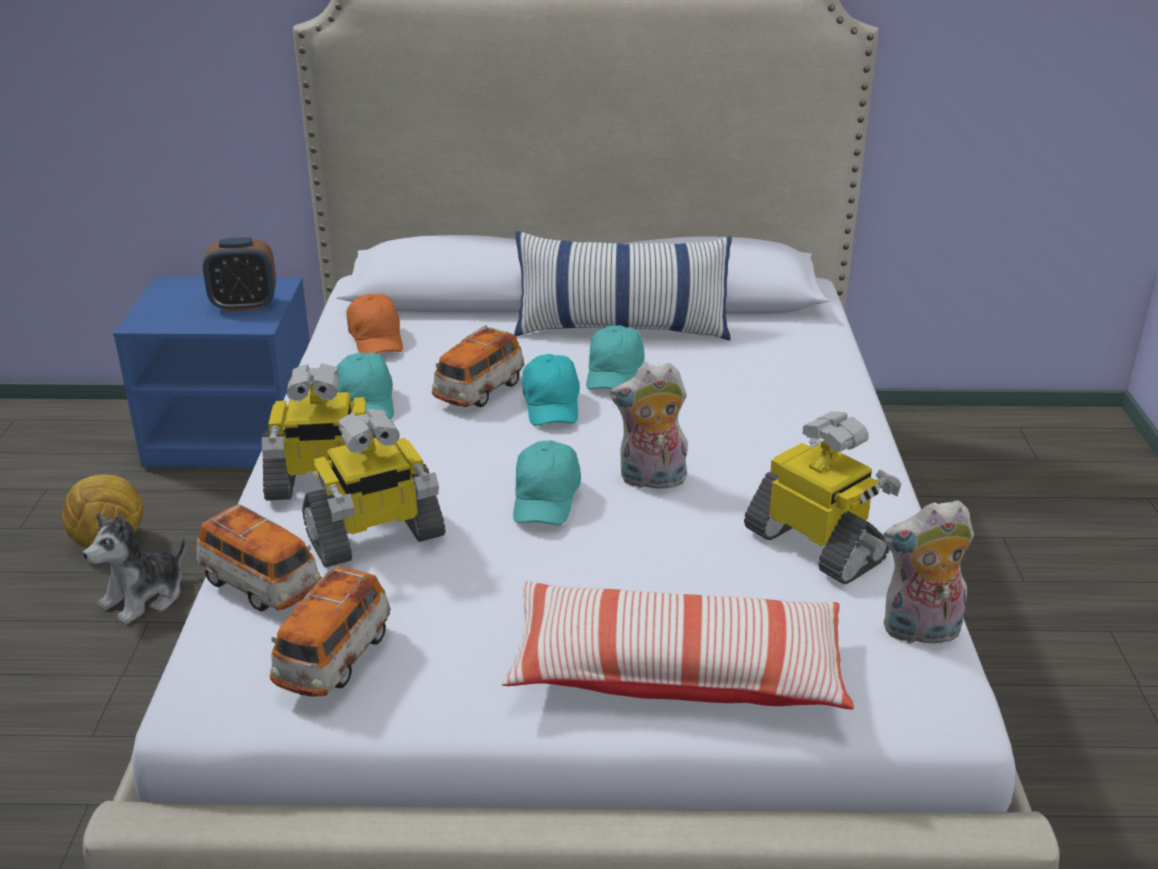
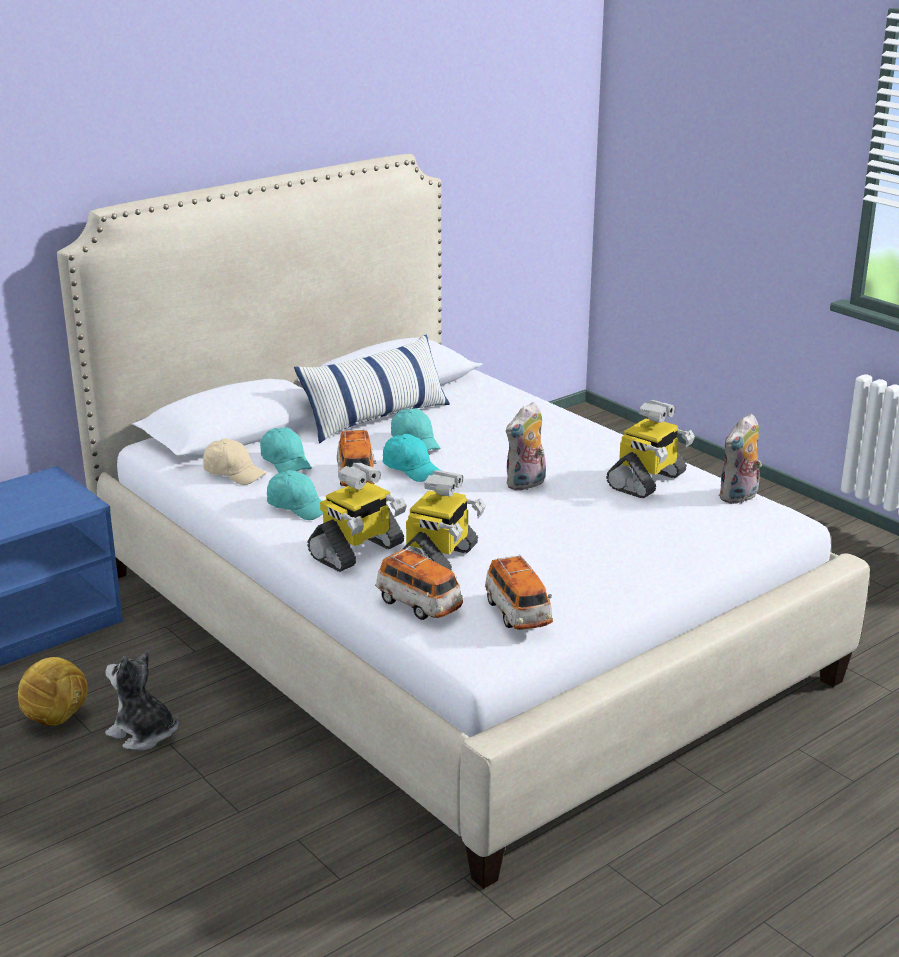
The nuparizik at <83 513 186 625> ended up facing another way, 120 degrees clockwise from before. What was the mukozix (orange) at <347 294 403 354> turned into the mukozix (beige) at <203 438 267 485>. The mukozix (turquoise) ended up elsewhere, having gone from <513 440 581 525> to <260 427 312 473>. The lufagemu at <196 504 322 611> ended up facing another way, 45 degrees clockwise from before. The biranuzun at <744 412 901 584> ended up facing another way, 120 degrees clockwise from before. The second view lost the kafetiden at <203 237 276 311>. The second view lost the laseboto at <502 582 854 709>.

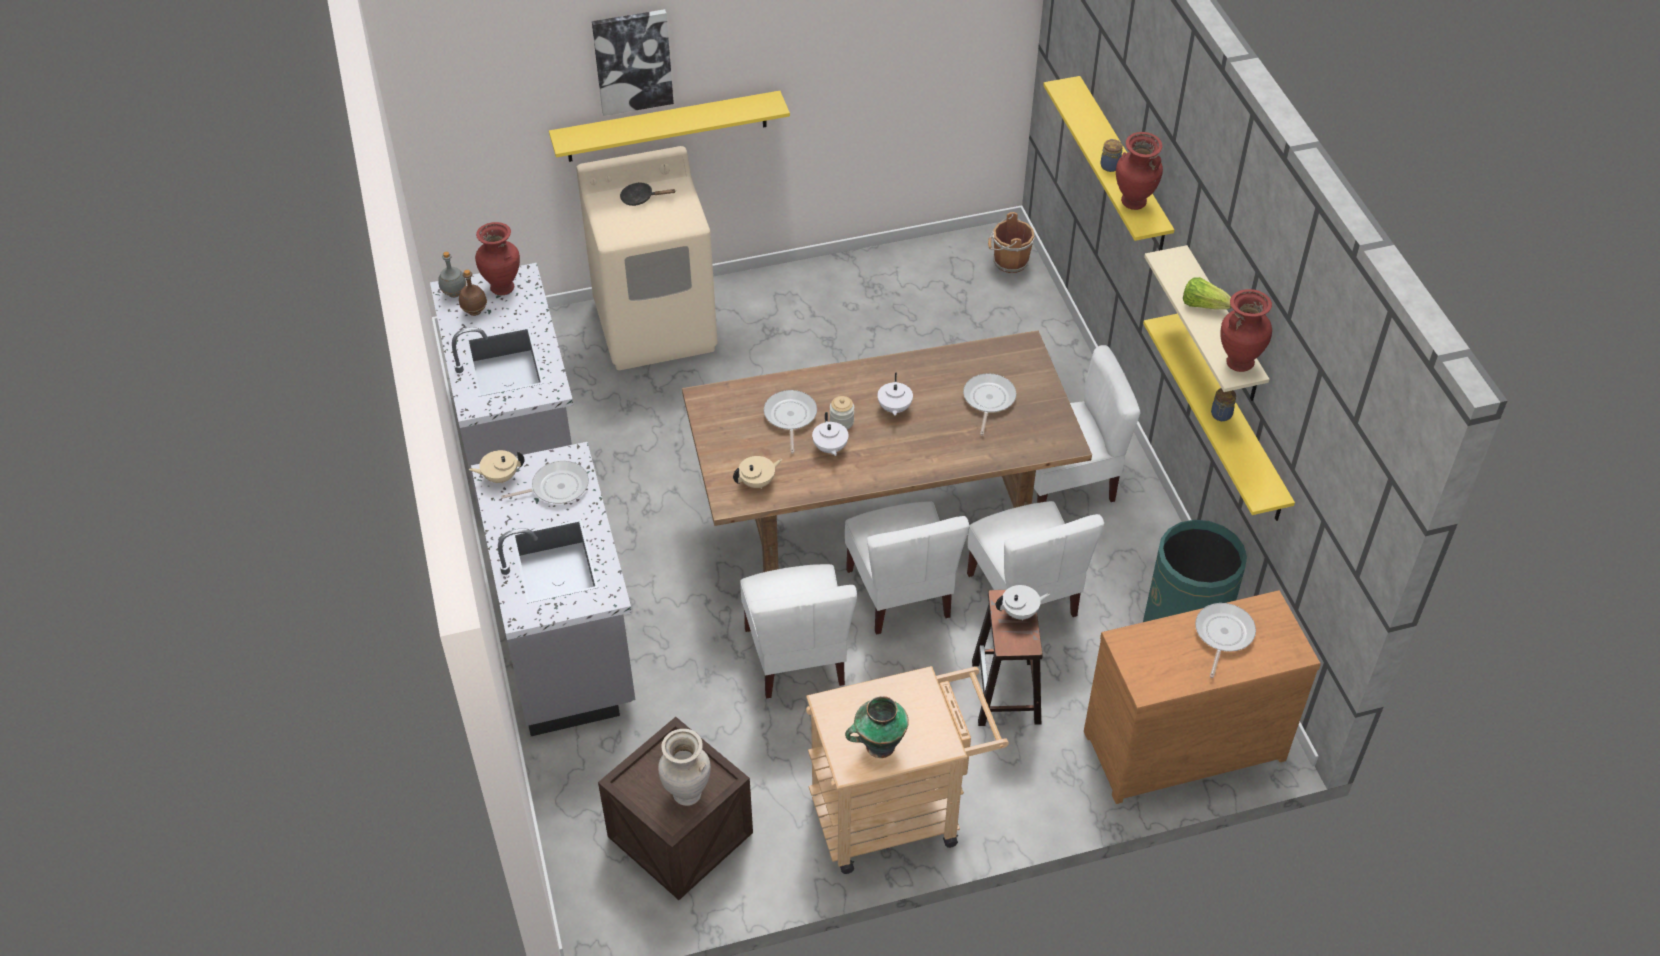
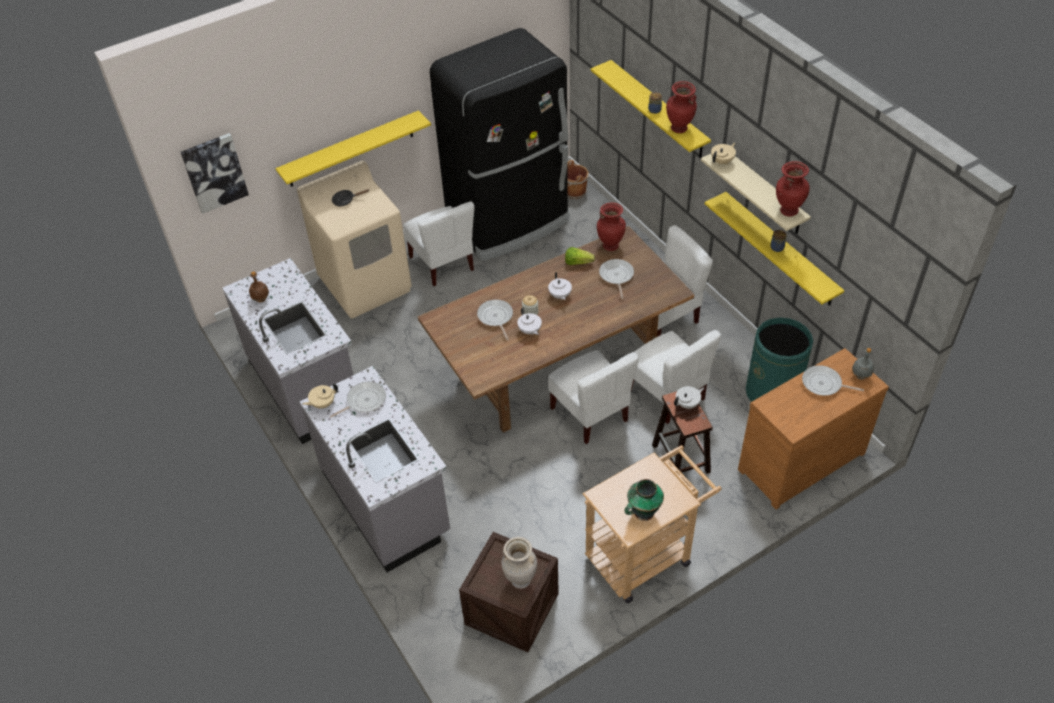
The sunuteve ended up elsewhere, having gone from <592 9 674 116> to <181 133 249 214>. The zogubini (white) ended up elsewhere, having gone from <740 564 857 699> to <403 201 474 286>. The second view gained the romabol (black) at <430 28 569 261>. The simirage ended up elsewhere, having gone from <1183 277 1231 309> to <565 247 595 265>. The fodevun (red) ended up elsewhere, having gone from <475 222 520 295> to <597 202 626 251>. The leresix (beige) ended up elsewhere, having gone from <733 456 782 489> to <711 143 736 165>. The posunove at <1195 603 1256 678> ended up facing another way, 75 degrees counterclockwise from before. The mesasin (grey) ended up elsewhere, having gone from <438 251 466 298> to <852 348 874 380>.

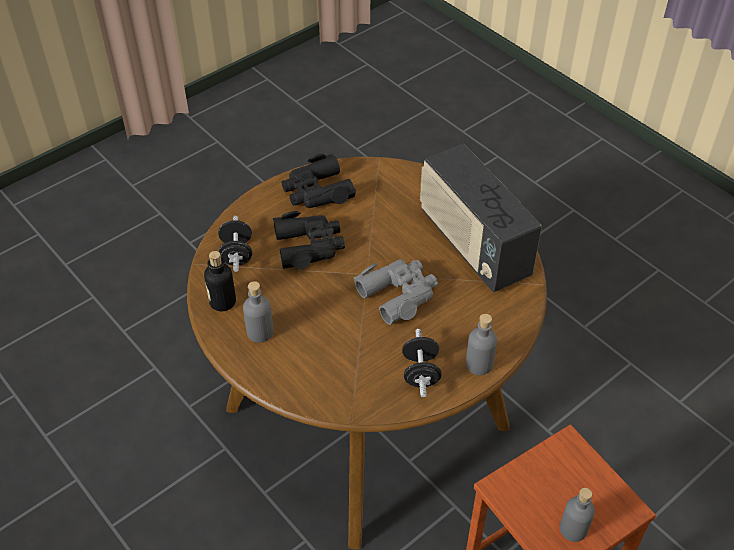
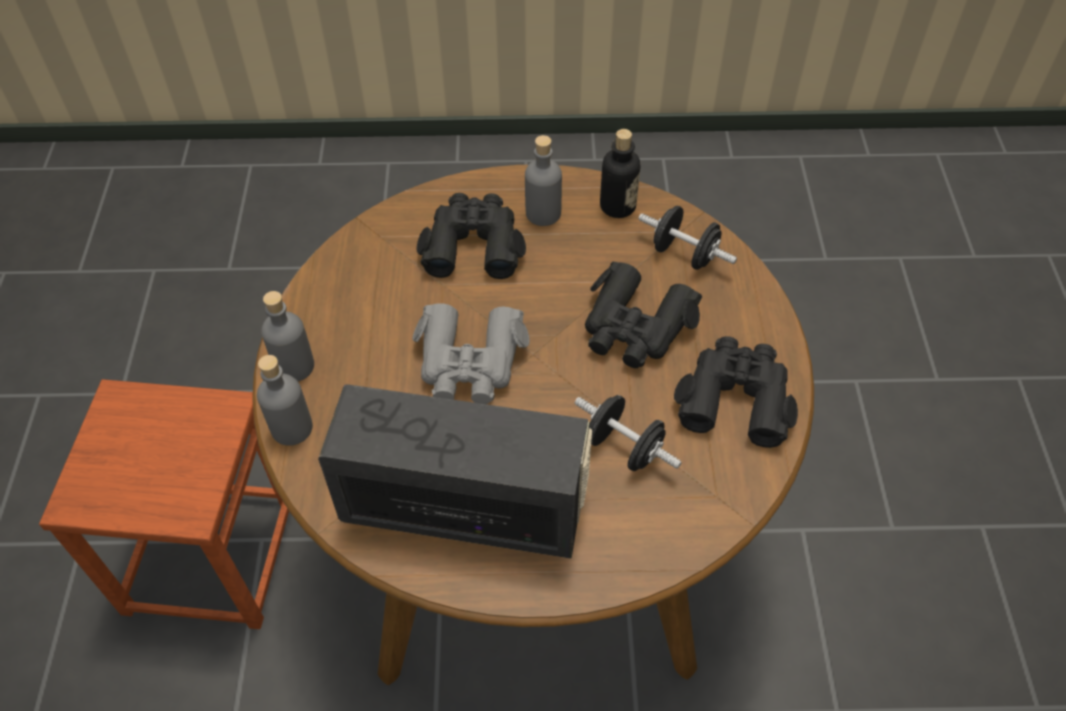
The mesasin (grey) ended up elsewhere, having gone from <560 488 595 542> to <257 355 313 446>. The second view gained the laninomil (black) at <417 193 526 279>. The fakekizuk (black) ended up elsewhere, having gone from <402 329 442 397> to <575 395 682 471>.

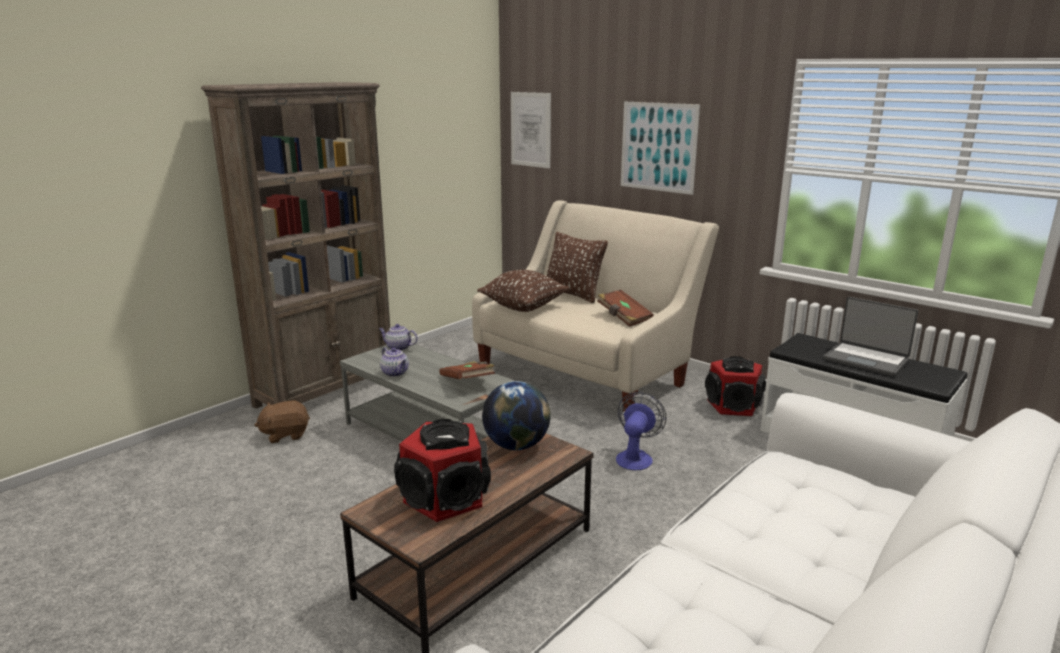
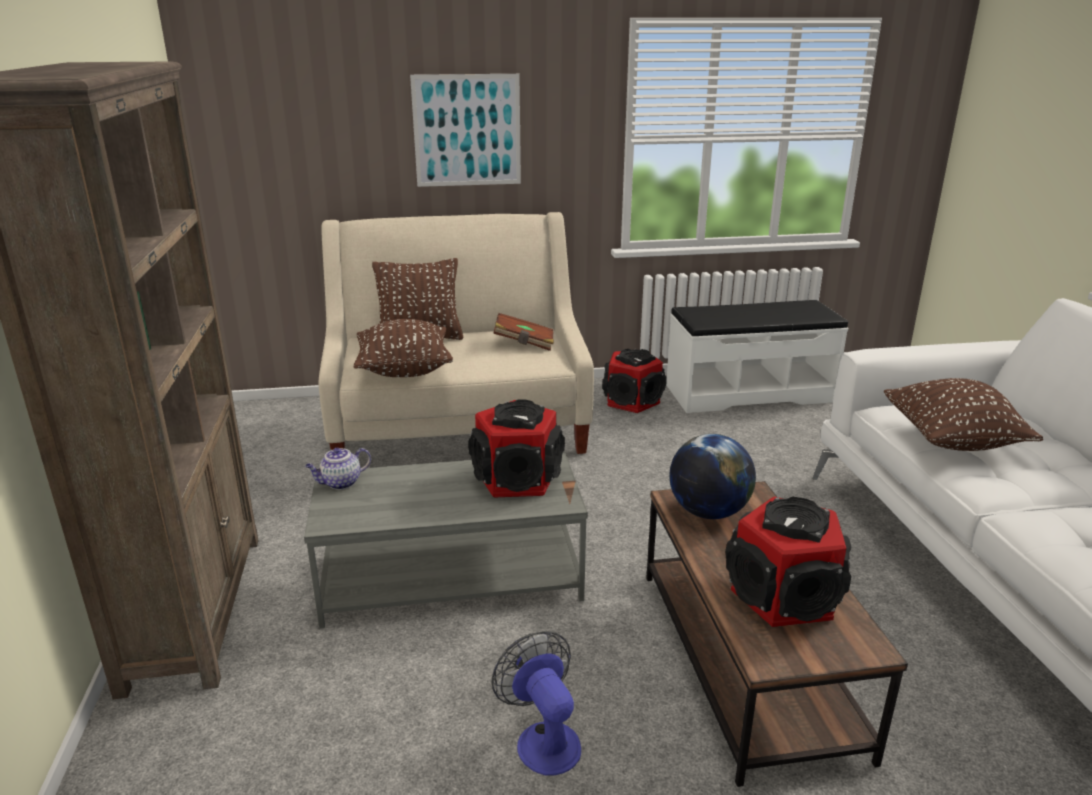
Where the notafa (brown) stood at <439 361 495 379>, the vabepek came to stand at <468 400 565 497>. The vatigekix ended up elsewhere, having gone from <616 392 666 470> to <492 631 581 776>. The second view gained the laseboto (brown) at <884 378 1043 451>. The second view lost the nuparizik (brown) at <254 400 310 443>. The second view lost the leresix at <380 347 409 377>. The second view lost the sunuteve at <511 92 551 168>. The second view lost the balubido at <823 297 918 377>.

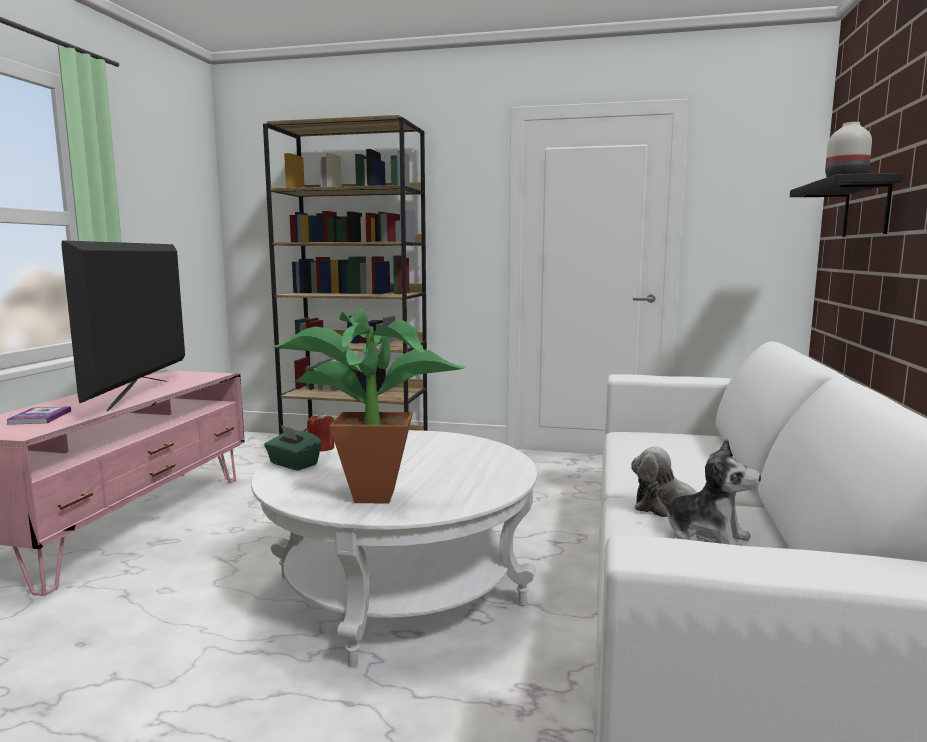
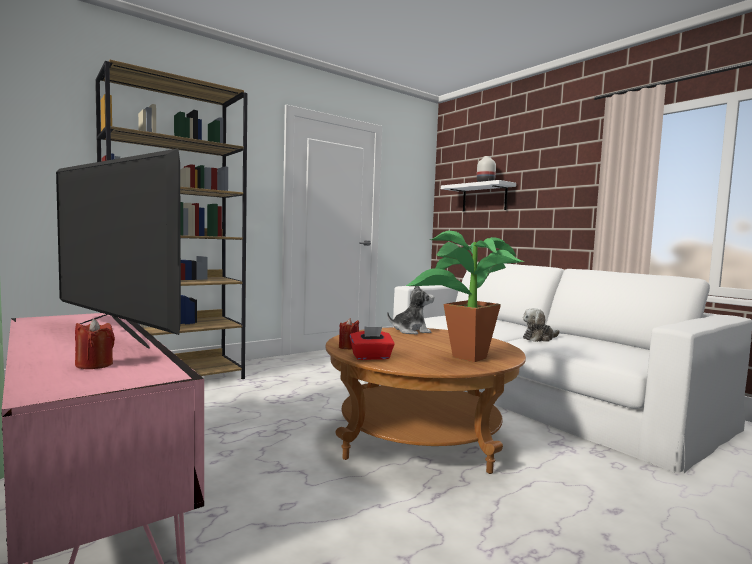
Where the notafa stood at <6 406 71 425>, the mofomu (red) came to stand at <75 319 115 369>. What was the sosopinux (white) at <251 430 537 667> turned into the sosopinux (brown) at <325 327 526 474>. What was the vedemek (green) at <264 425 321 471> turned into the vedemek (red) at <350 326 395 360>. The nuparizik ended up elsewhere, having gone from <656 439 761 546> to <387 286 434 335>. What was the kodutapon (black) at <790 173 903 237> turned into the kodutapon (white) at <441 180 516 212>.

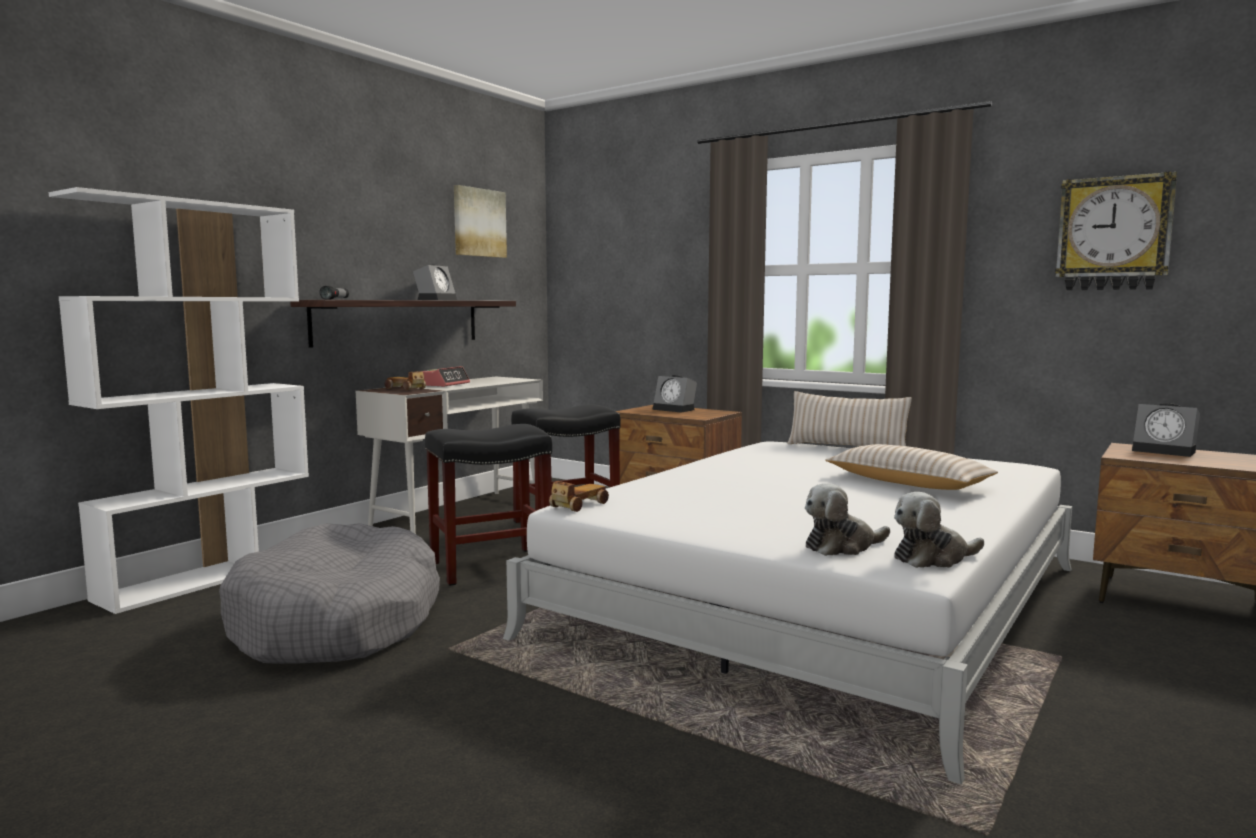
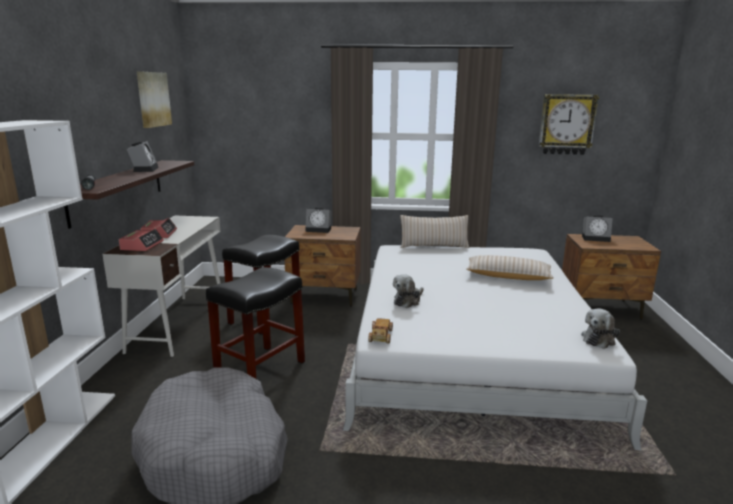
Where the lufagemu stood at <385 371 426 390>, the kafetiden came to stand at <119 228 164 251>. The nuparizik ended up elsewhere, having gone from <805 483 890 556> to <393 274 424 308>.

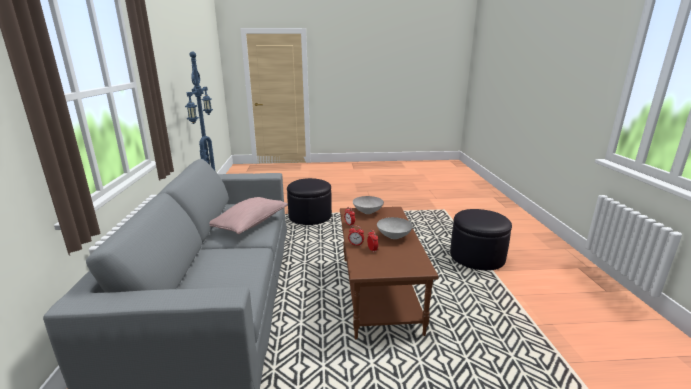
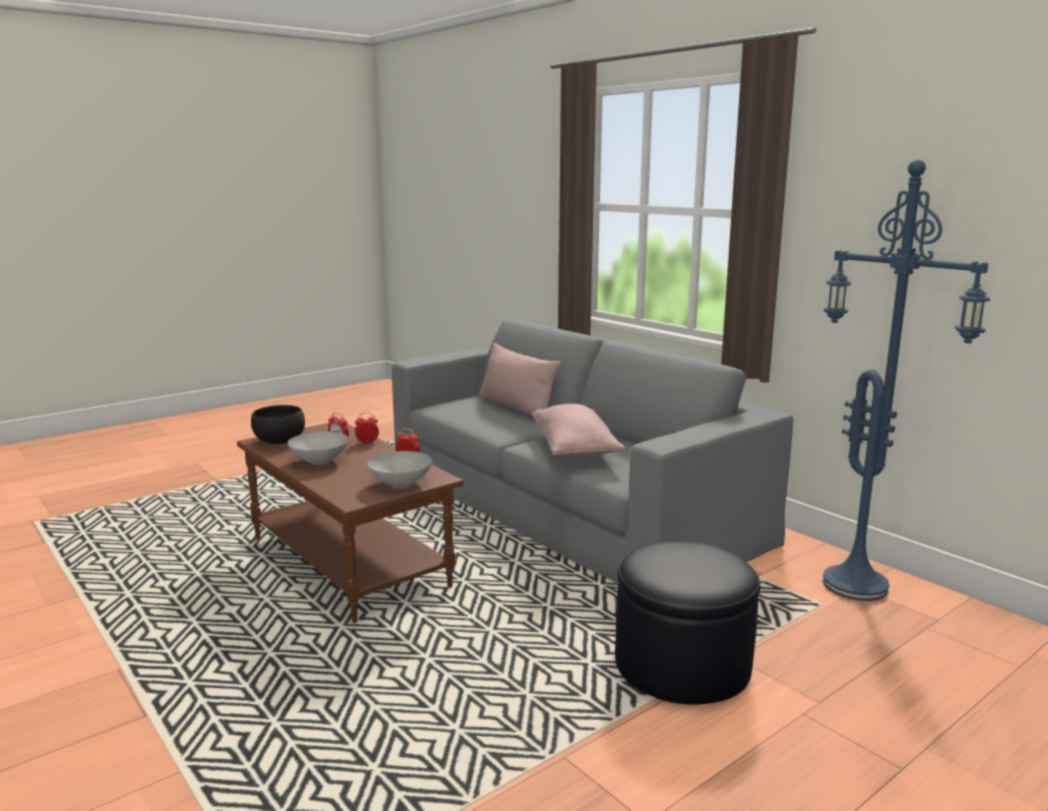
The second view gained the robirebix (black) at <251 405 305 444>. The second view gained the laseboto (pink) at <478 343 561 416>. The second view lost the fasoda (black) at <450 209 512 270>.

